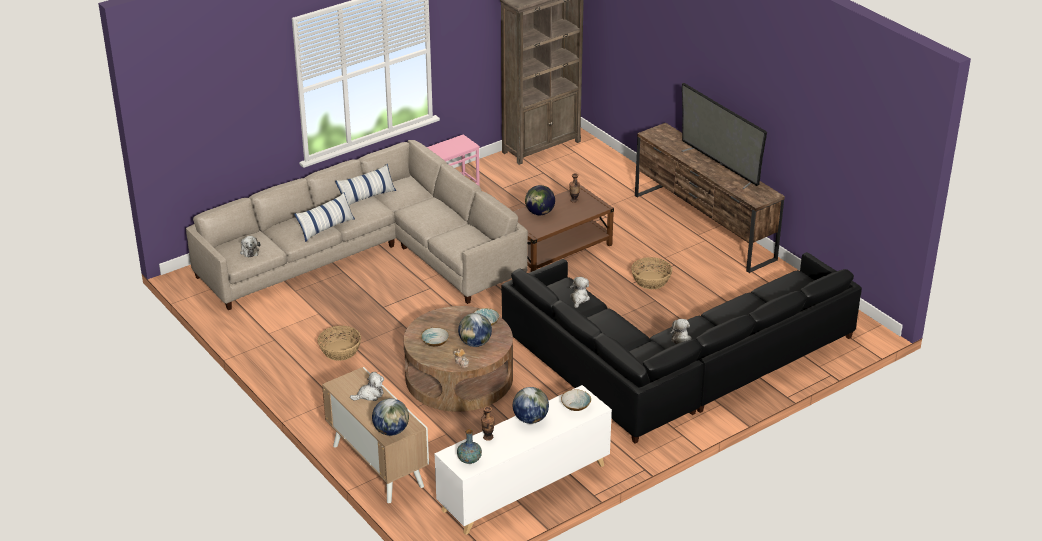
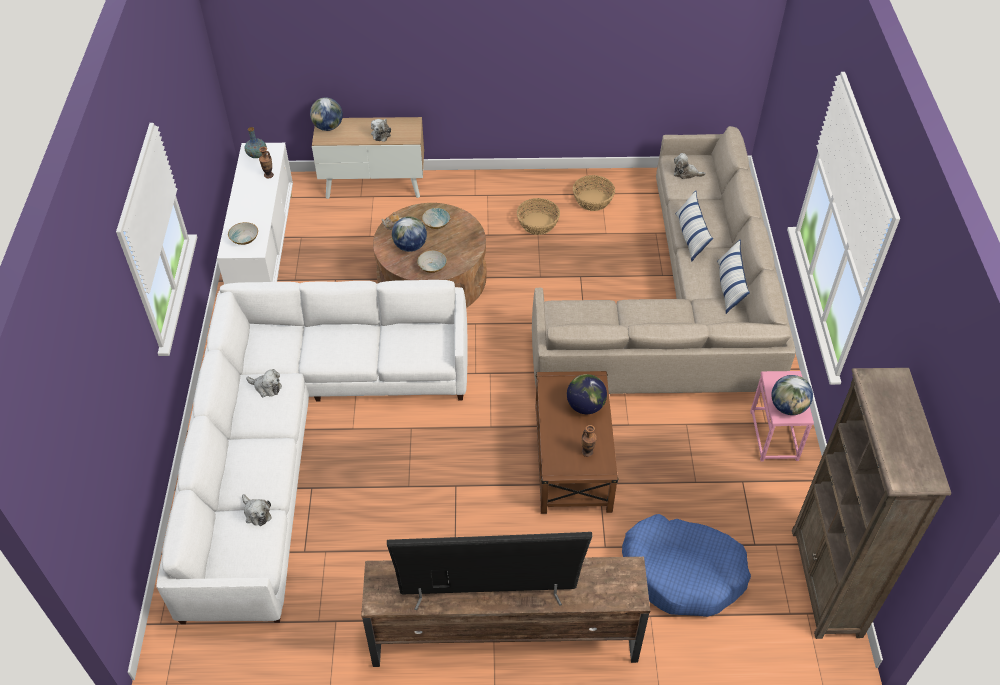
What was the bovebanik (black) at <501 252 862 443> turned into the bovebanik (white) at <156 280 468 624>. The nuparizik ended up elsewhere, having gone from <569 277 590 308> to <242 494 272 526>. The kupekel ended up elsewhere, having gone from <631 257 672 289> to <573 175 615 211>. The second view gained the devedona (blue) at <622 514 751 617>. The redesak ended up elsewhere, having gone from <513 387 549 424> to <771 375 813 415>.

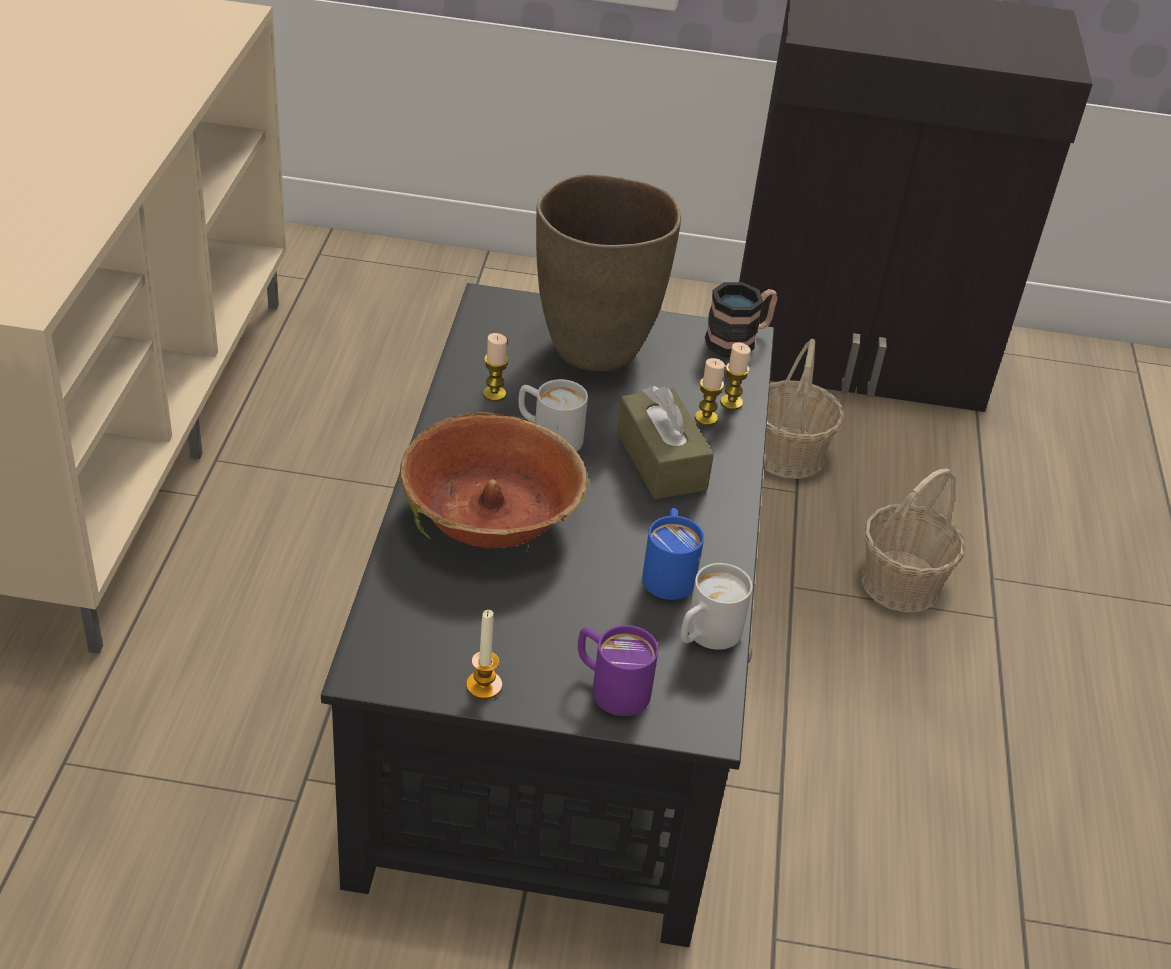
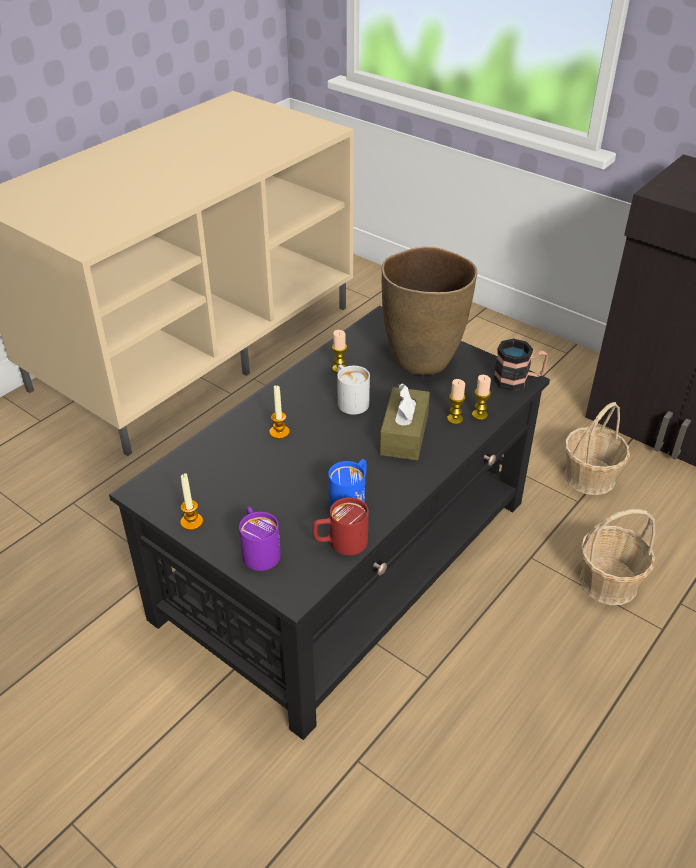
Where the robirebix stood at <400 412 589 551>, the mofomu came to stand at <270 385 290 439>. What was the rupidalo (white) at <681 563 752 650> turned into the rupidalo (red) at <313 497 369 555>.

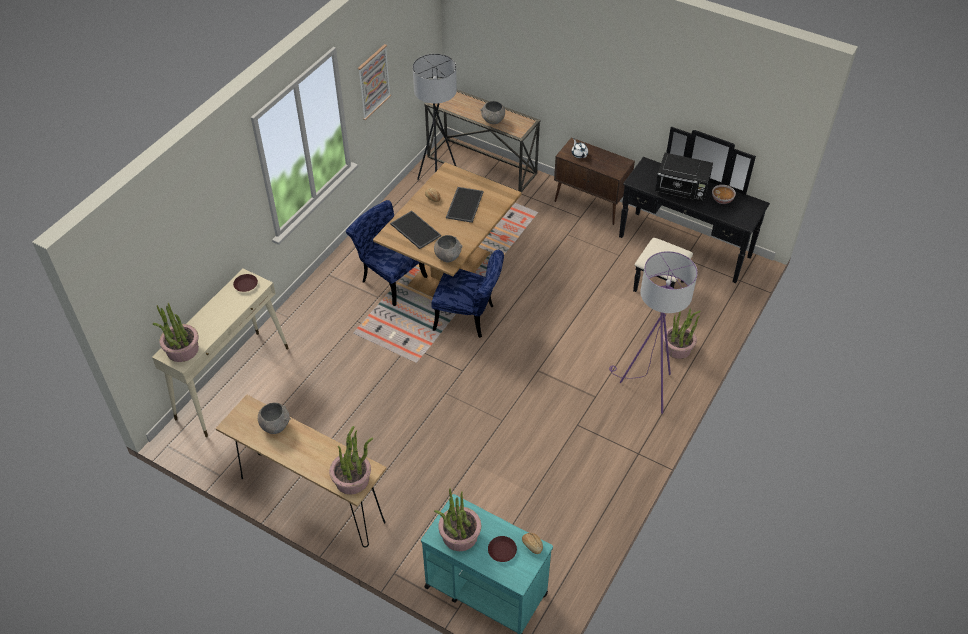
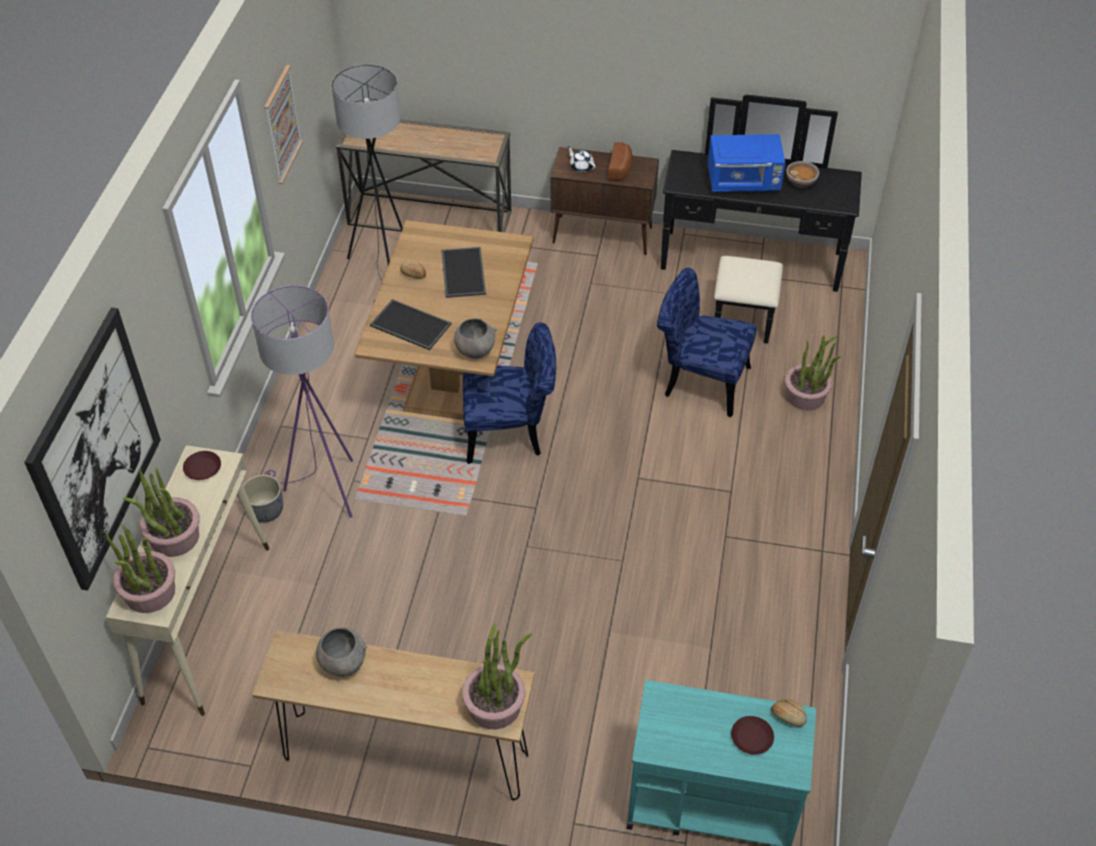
The second view gained the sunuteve at <24 307 161 591>. The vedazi ended up elsewhere, having gone from <434 488 481 551> to <123 467 200 557>. The second view gained the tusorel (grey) at <243 475 283 523>. The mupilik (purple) ended up elsewhere, having gone from <609 251 698 414> to <251 285 353 518>. The second view gained the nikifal at <608 142 633 181>. The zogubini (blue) ended up elsewhere, having gone from <346 200 428 306> to <657 268 757 417>. What was the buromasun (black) at <655 153 713 202> turned into the buromasun (blue) at <708 134 785 192>. The second view lost the robirebix (grey) at <480 101 505 124>.

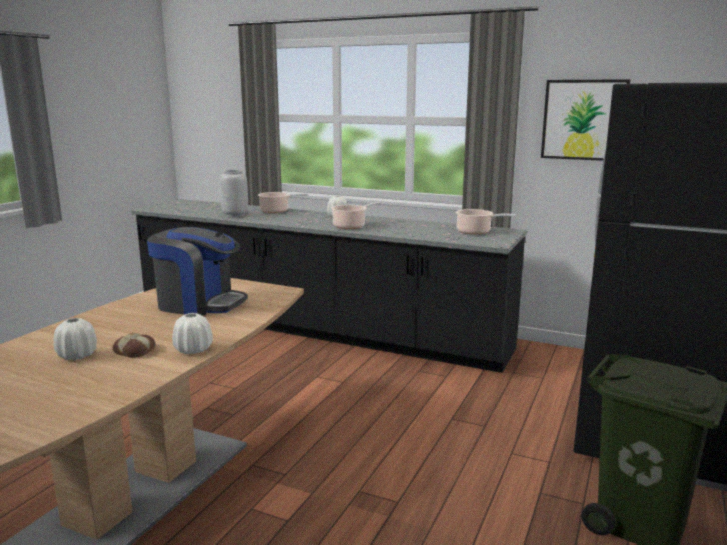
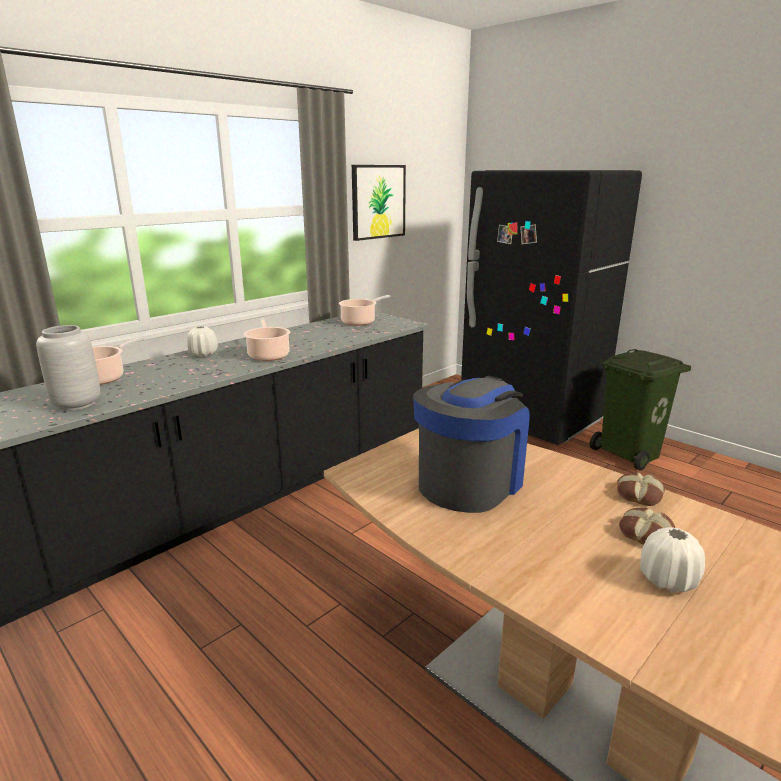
Where the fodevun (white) stood at <172 313 213 354>, the nikifal came to stand at <617 472 665 506>.

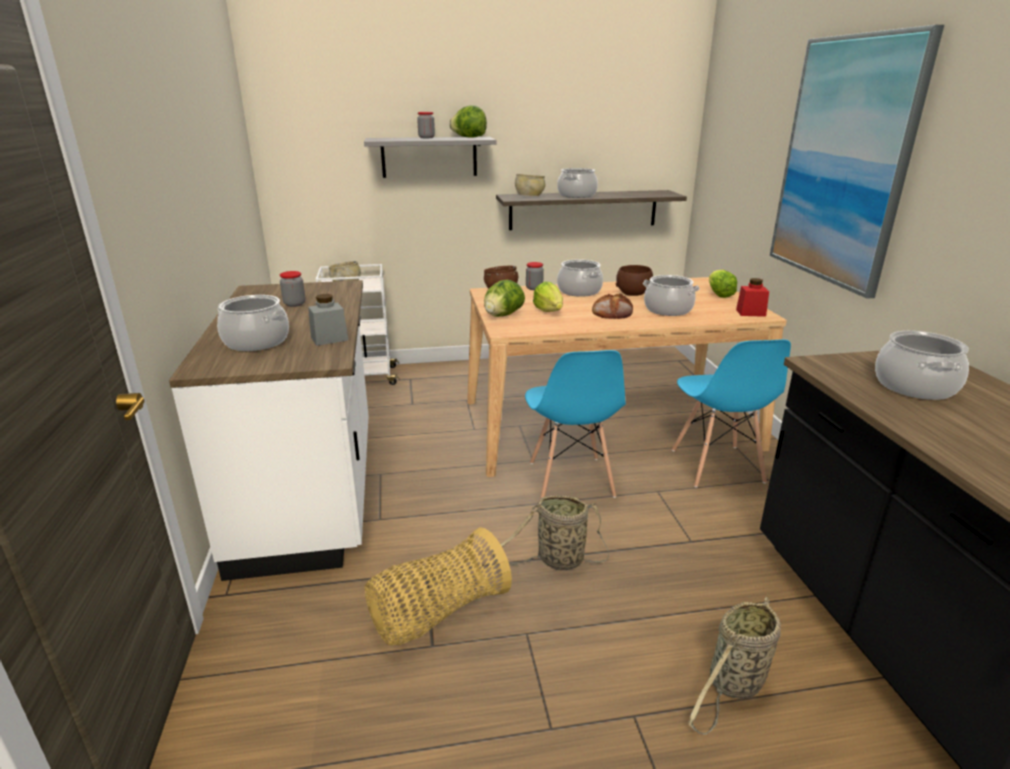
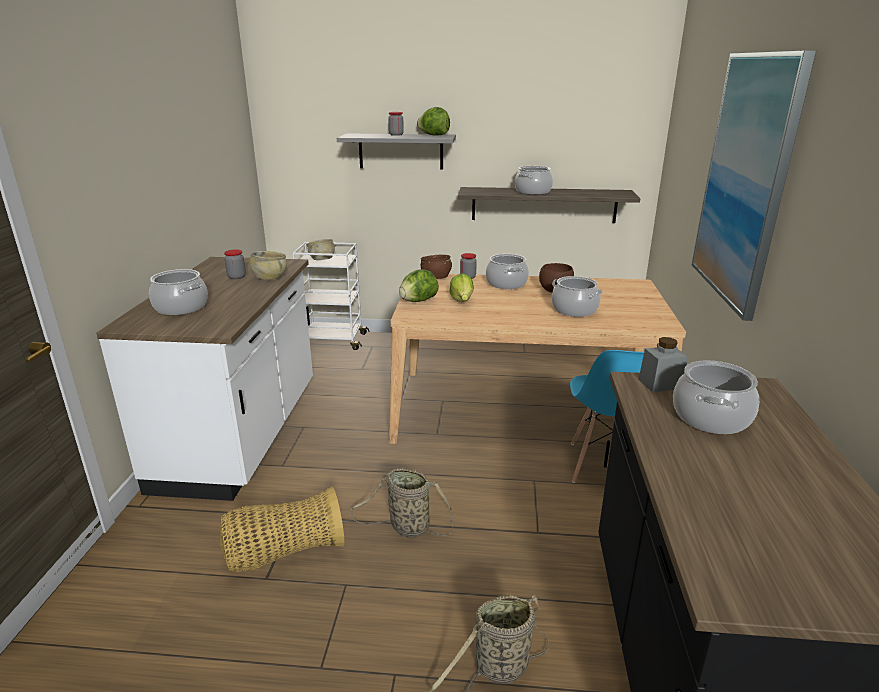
The robirebix (beige) ended up elsewhere, having gone from <515 174 545 196> to <249 251 287 279>. The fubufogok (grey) ended up elsewhere, having gone from <308 294 348 346> to <638 337 688 392>. The second view lost the zogubini (blue) at <525 350 626 499>. The second view lost the nikifal at <592 293 633 319>. The second view lost the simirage at <709 270 737 298>. The second view lost the fubufogok (red) at <736 278 769 317>.

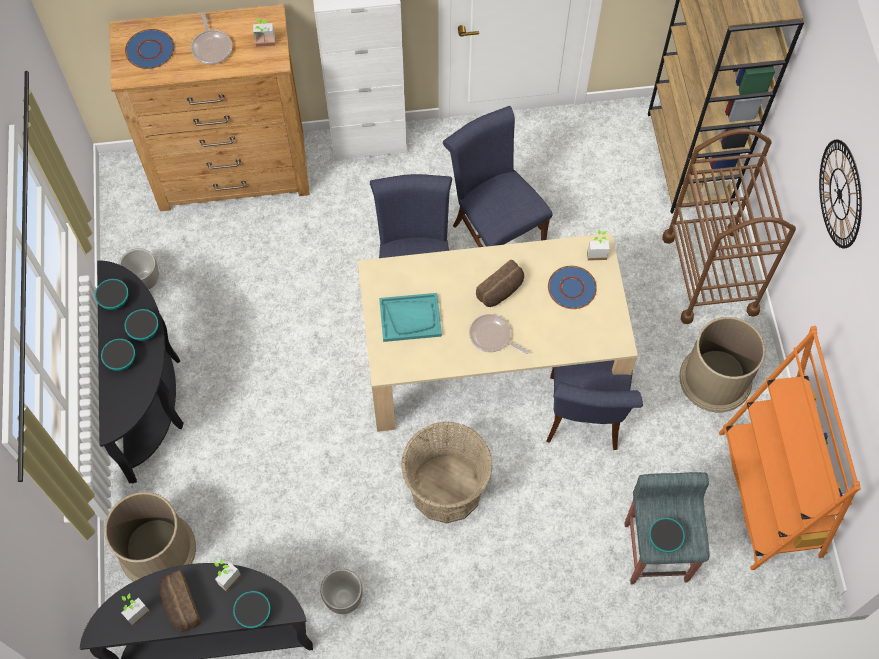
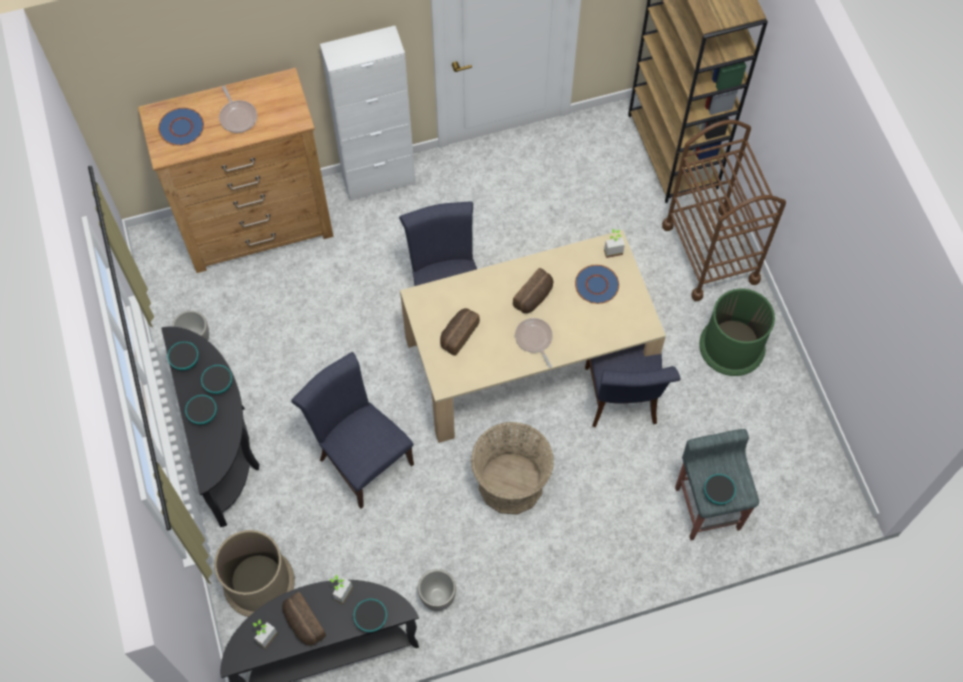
The zogubini (blue) ended up elsewhere, having gone from <443 106 553 247> to <291 352 414 509>. Where the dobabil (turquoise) stood at <379 293 442 342>, the nikifal came to stand at <440 308 480 356>. The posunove at <469 314 529 354> ended up facing another way, 45 degrees clockwise from before. What was the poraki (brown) at <679 317 765 412> turned into the poraki (green) at <699 289 775 376>. The second view lost the vedazi at <253 19 276 47>. The second view lost the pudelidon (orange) at <719 326 861 570>. The second view lost the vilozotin at <819 140 862 249>.

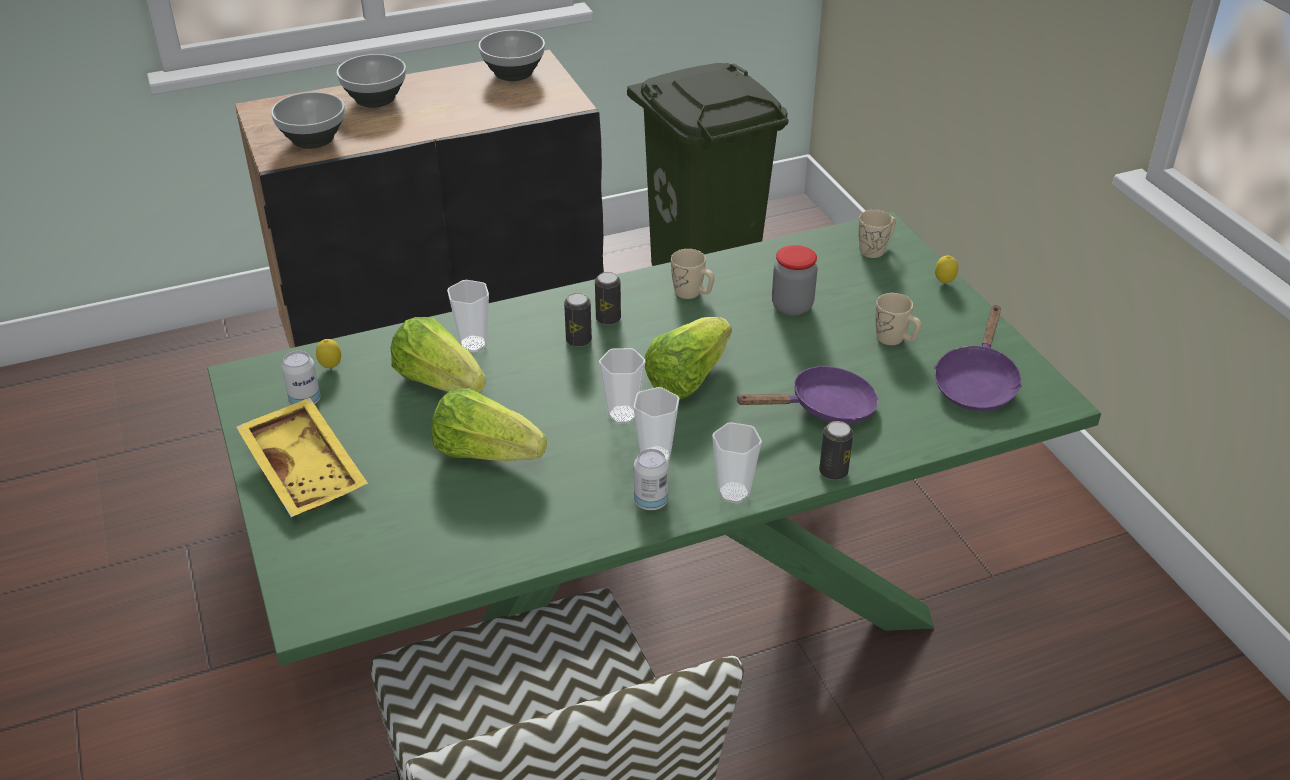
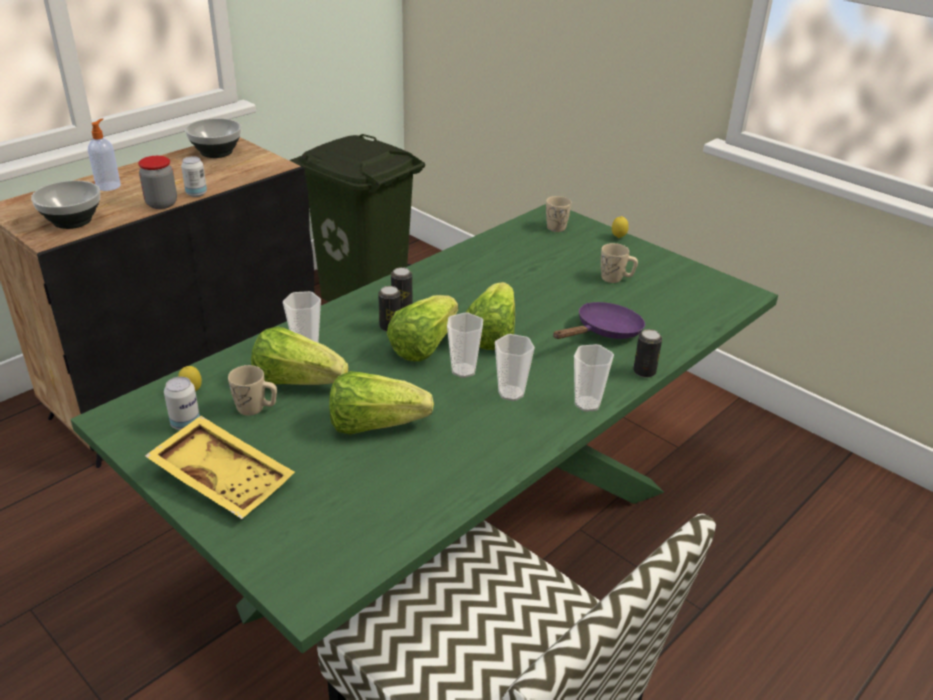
Where the robirebix stood at <336 54 406 108>, the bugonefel came to stand at <88 119 121 191>. The fubufogok ended up elsewhere, having gone from <772 245 817 316> to <138 156 177 209>. The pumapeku ended up elsewhere, having gone from <634 449 669 510> to <181 157 207 197>. The rupidalo (beige) ended up elsewhere, having gone from <671 249 715 299> to <228 365 277 416>. The second view gained the simirage at <387 295 458 362>. The second view lost the posunove (purple) at <934 305 1023 411>.

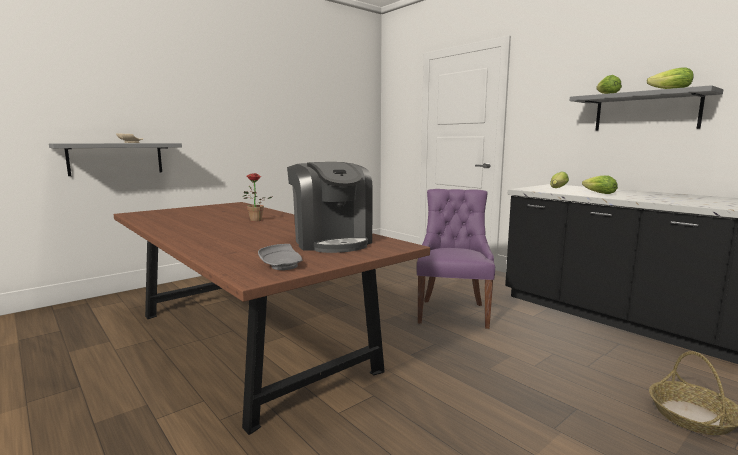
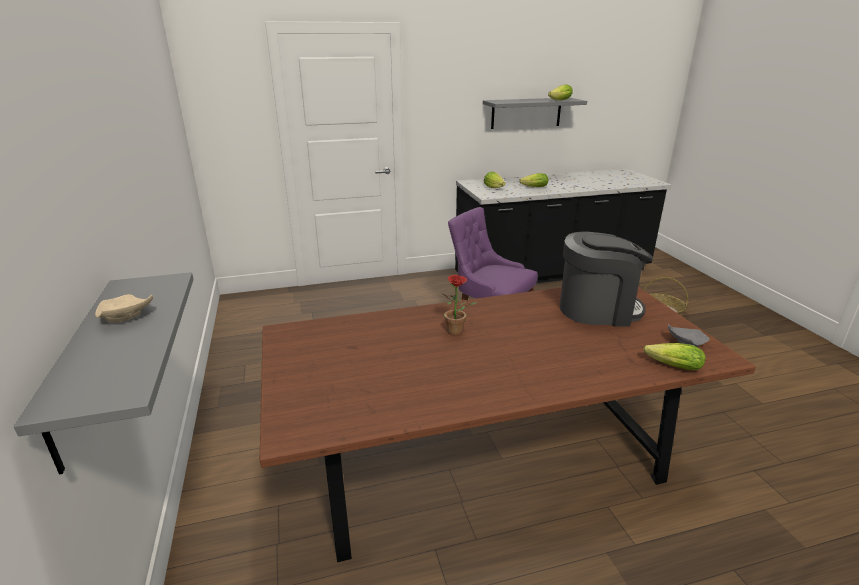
The simirage ended up elsewhere, having gone from <596 75 622 94> to <644 343 705 370>.

